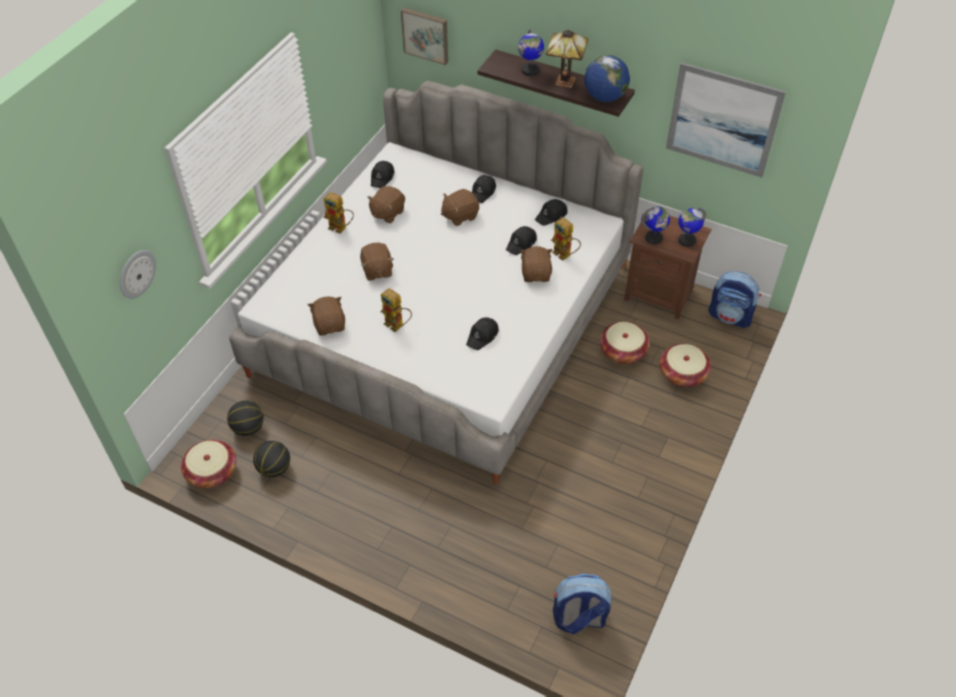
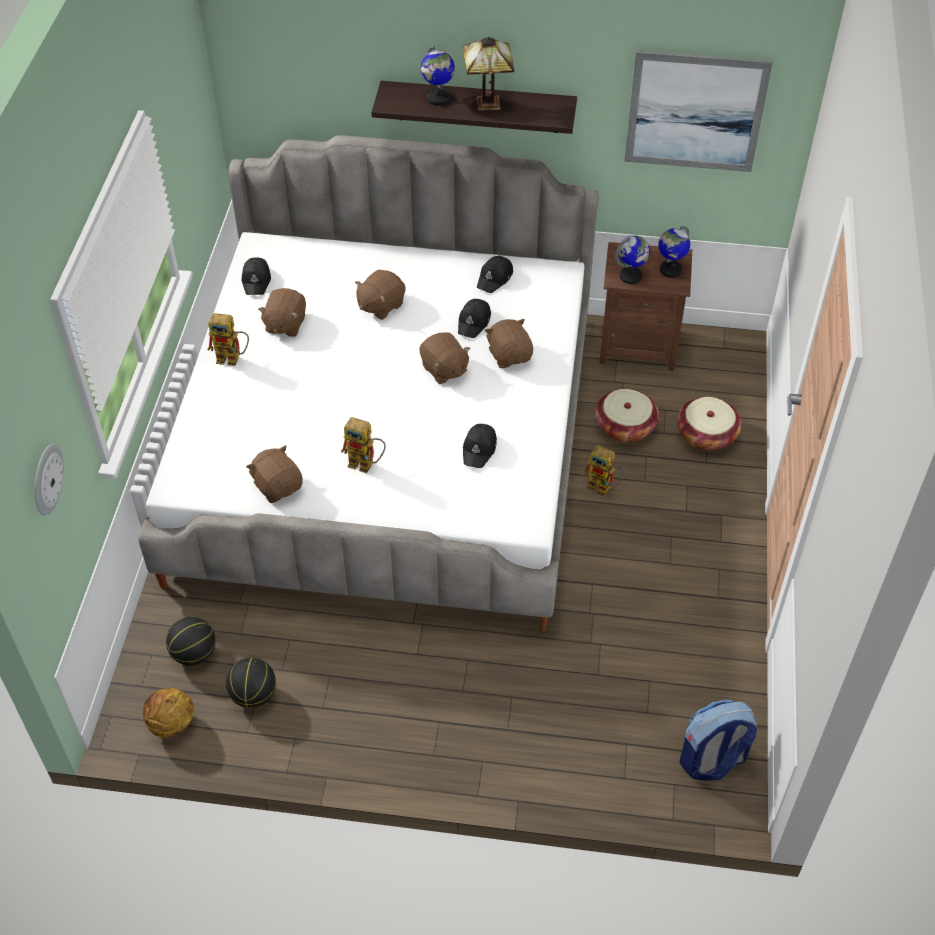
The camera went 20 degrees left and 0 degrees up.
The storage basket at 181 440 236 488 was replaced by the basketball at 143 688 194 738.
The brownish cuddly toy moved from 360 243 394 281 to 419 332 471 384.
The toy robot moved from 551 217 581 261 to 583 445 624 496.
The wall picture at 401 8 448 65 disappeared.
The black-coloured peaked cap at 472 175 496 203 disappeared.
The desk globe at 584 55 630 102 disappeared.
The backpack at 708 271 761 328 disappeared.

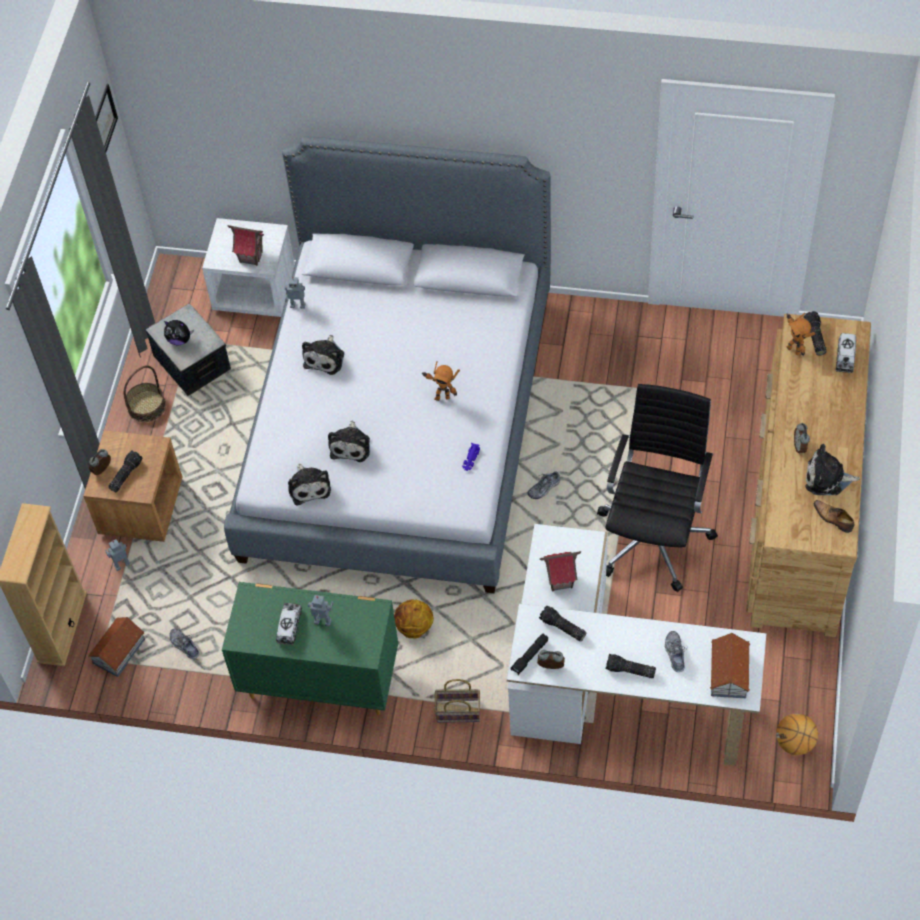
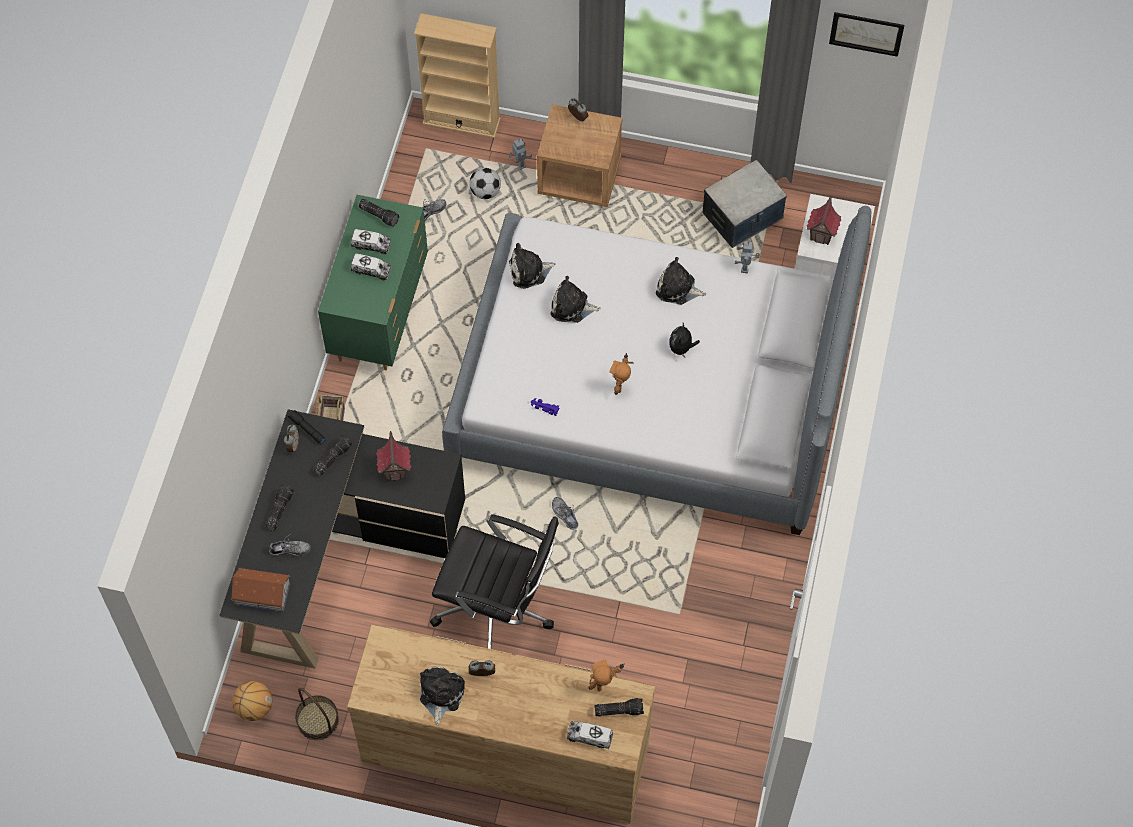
The camera went 90 degrees right and 5 degrees up.
The whitish desk table at 507 524 766 766 became the black-coloured desk table at 220 409 465 669.
The storage basket moved from 124 365 166 422 to 295 687 339 740.
The toy robot at 308 595 334 626 was replaced by the toy lorry at 350 253 391 281.
The flashlight moved from 108 450 142 492 to 358 199 399 227.
The ball for football at 469 168 501 199 appeared.
The cuddly toy moved from 164 320 194 345 to 669 323 700 358.
The toy house at 88 617 145 677 disappeared.
The basketball at 394 600 434 639 disappeared.
The low shoe at 814 500 854 533 disappeared.

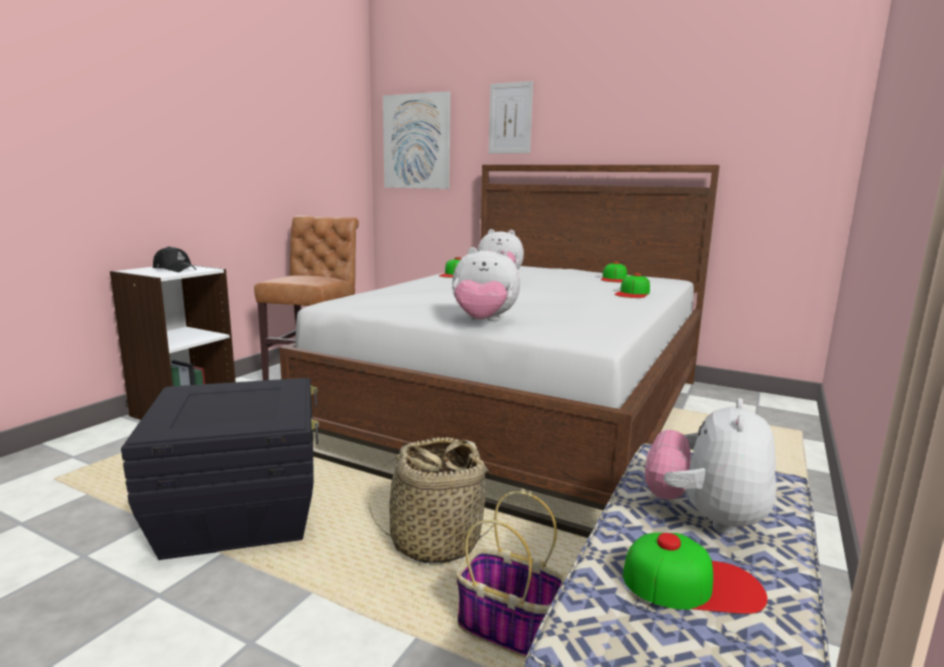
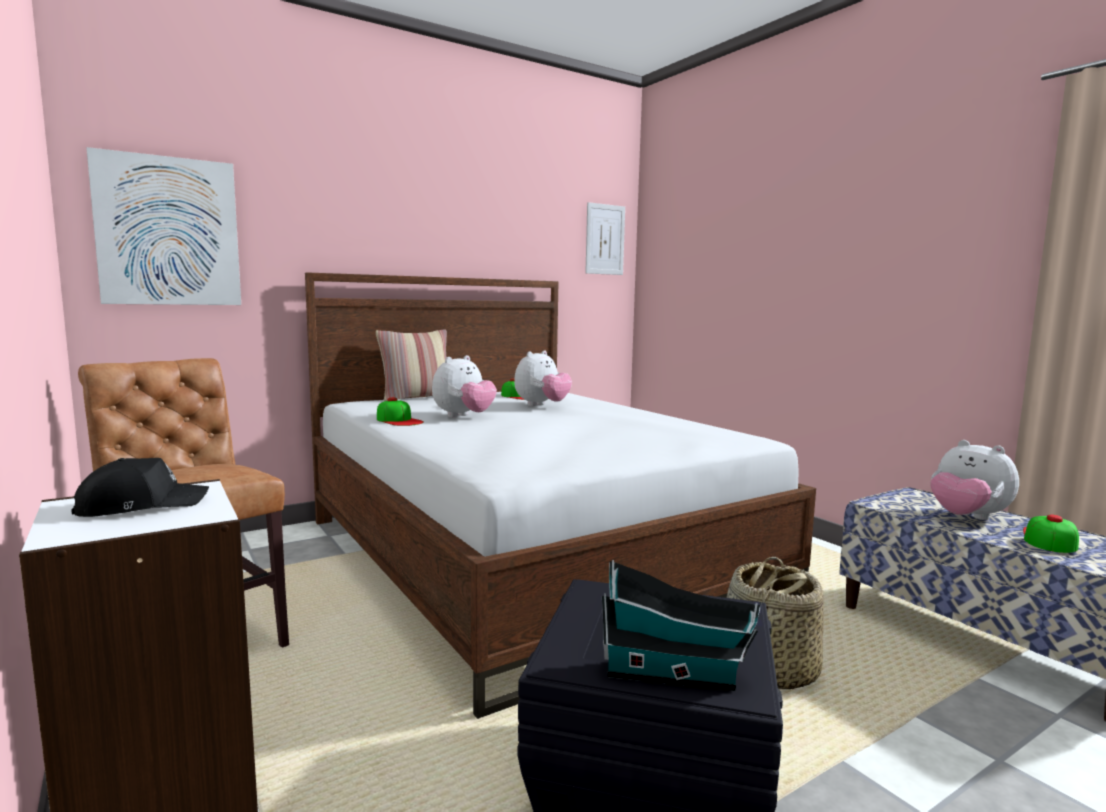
The camera went 60 degrees left and 5 degrees down.
The throw pillow at 376 329 447 401 appeared.
The cuddly toy moved from 452 247 520 321 to 514 350 572 406.
The wall picture moved from 489 81 533 154 to 585 202 625 275.
The toy house at 602 560 760 691 appeared.
The storage basket at 456 491 565 658 disappeared.
The peaked cap at 615 273 650 298 disappeared.

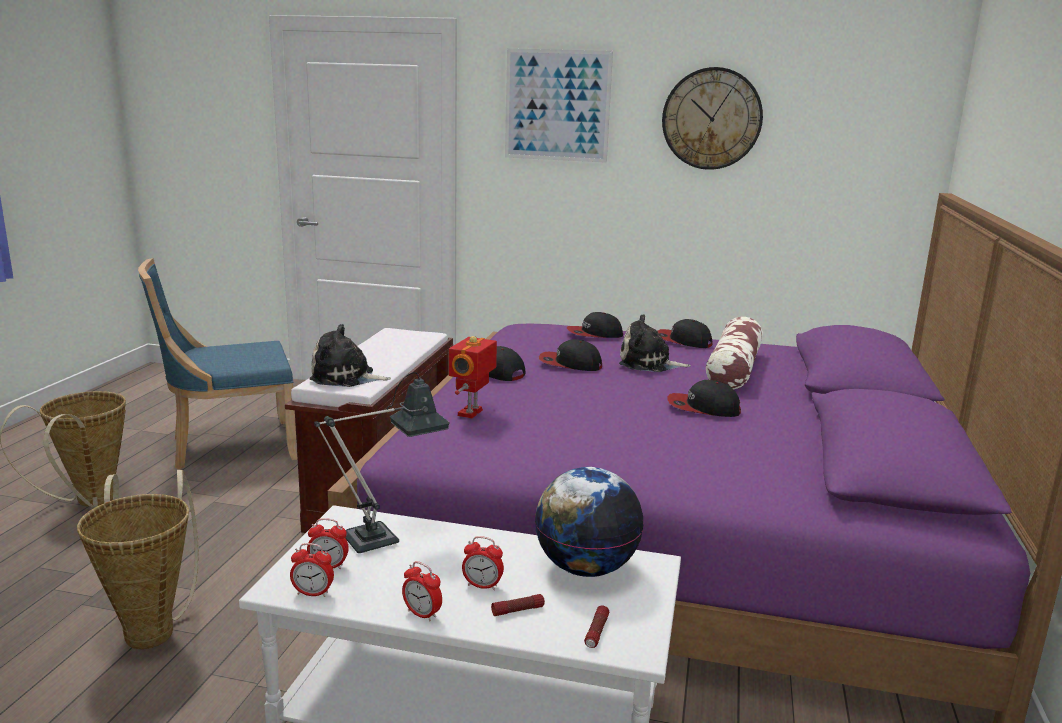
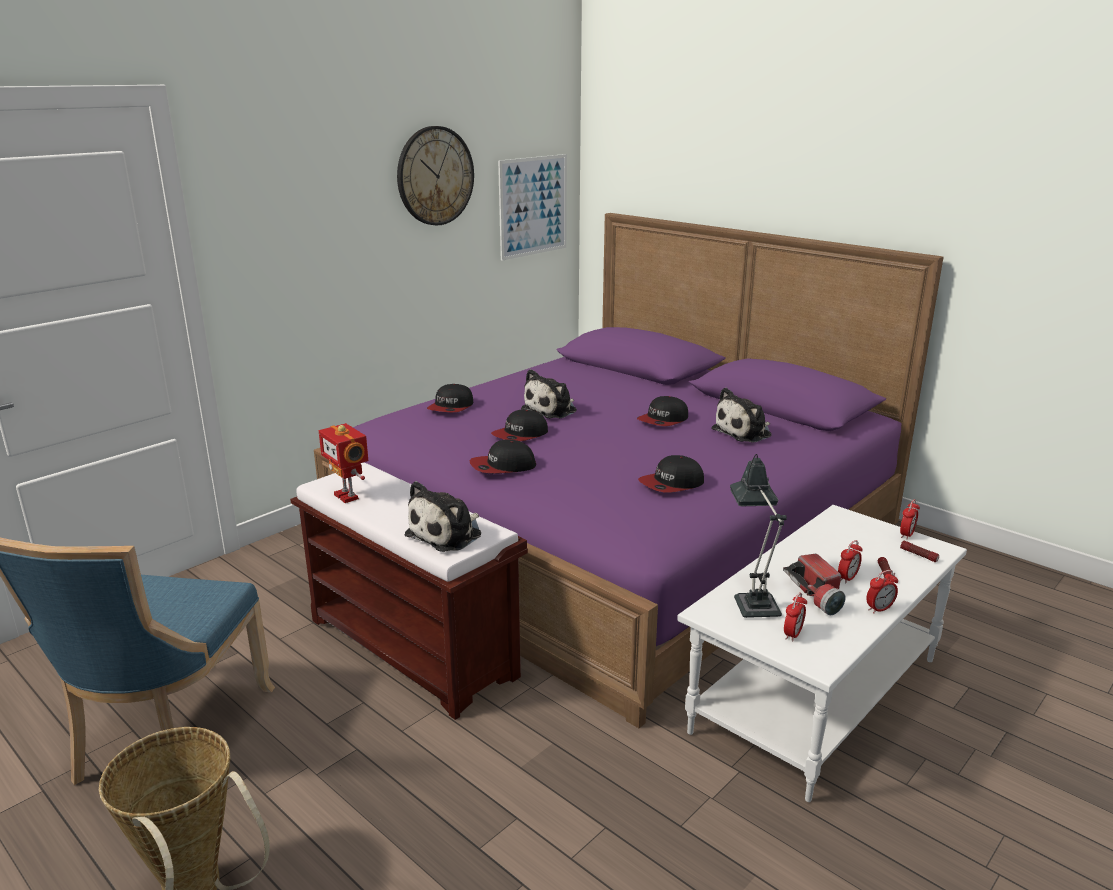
The camera went 60 degrees left and 5 degrees up.
The toy robot moved from 449 336 497 418 to 319 423 368 503.
The wall picture moved from 505 48 613 163 to 498 154 567 261.
The peaked cap moved from 657 319 713 348 to 638 455 704 493.
The cuddly toy at 711 388 772 443 appeared.
The flashlight at 783 554 845 615 appeared.
The bedside clock moved from 290 543 334 597 to 900 499 920 539.
The storage basket at 77 470 199 649 disappeared.
The desk globe at 535 467 644 577 disappeared.
The throw pillow at 706 317 763 389 disappeared.

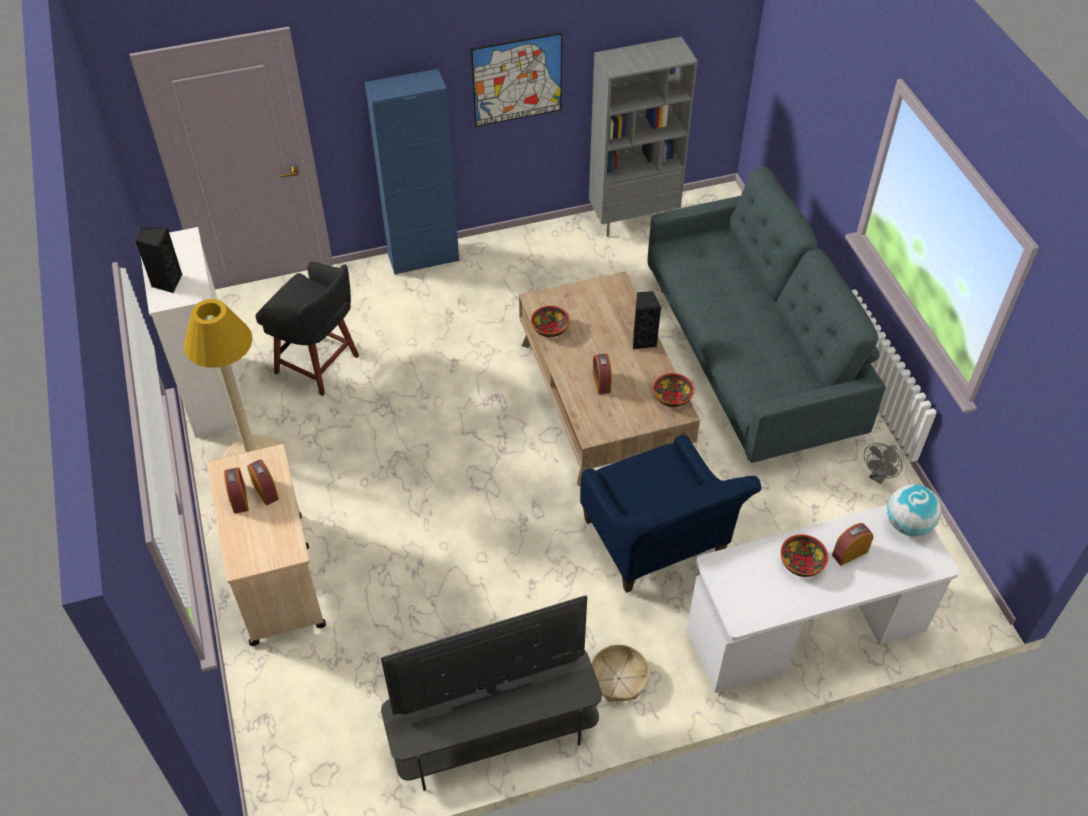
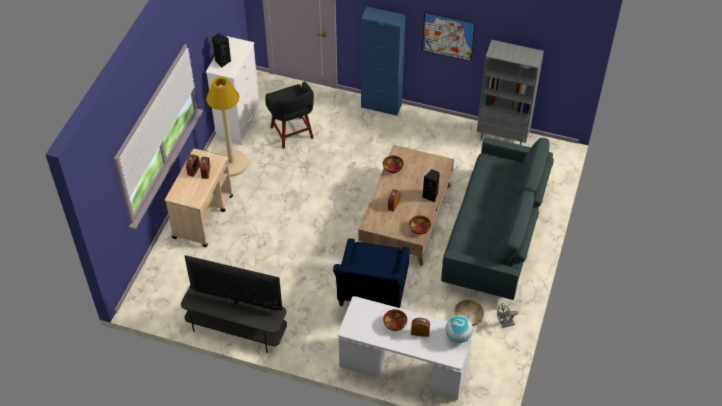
The camera went 35 degrees right and 0 degrees up.
The storage basket moved from 591 644 650 702 to 454 299 484 326.

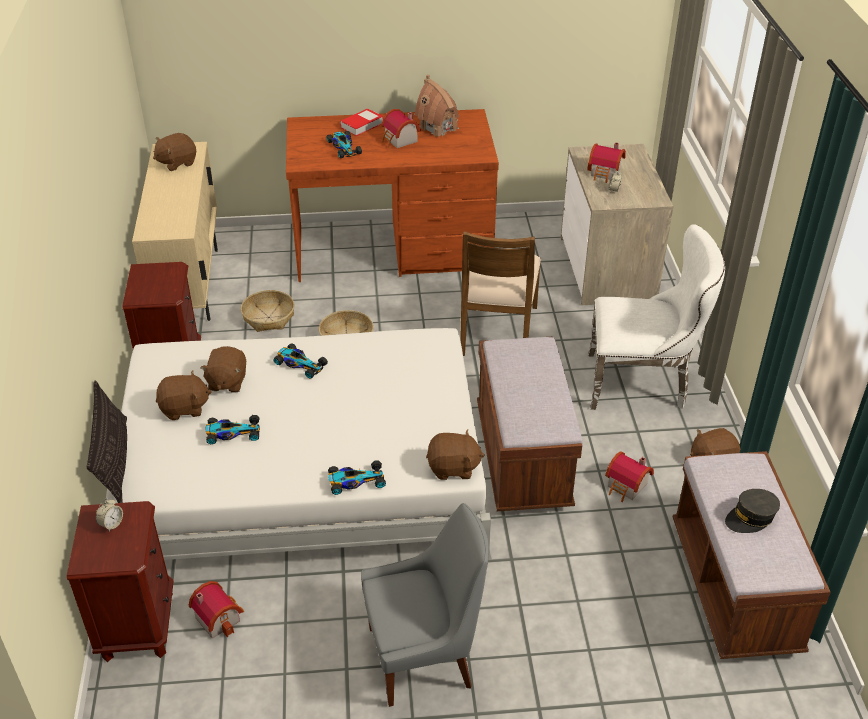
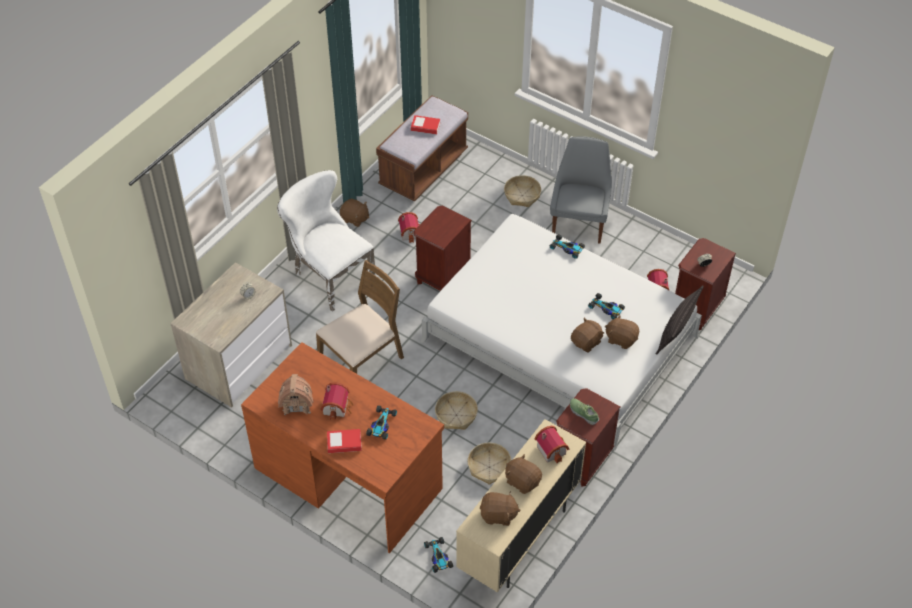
The camera went 140 degrees left and 10 degrees up.
The greyish peaked cap at 725 489 780 533 was replaced by the volume at 411 115 440 135.
The brownish indoor bench at 477 337 583 511 was replaced by the brownish bedside table at 413 206 472 291.
The toy car moved from 273 343 328 379 to 424 537 453 573.
The storage basket at 504 175 541 207 appeared.
The brownish cuddly toy moved from 426 430 485 480 to 505 454 542 494.
The toy house moved from 587 142 626 183 to 535 426 569 463.
The greyish chair at 361 503 489 707 turned 75 degrees clockwise.
The low shoe at 570 398 599 425 appeared.

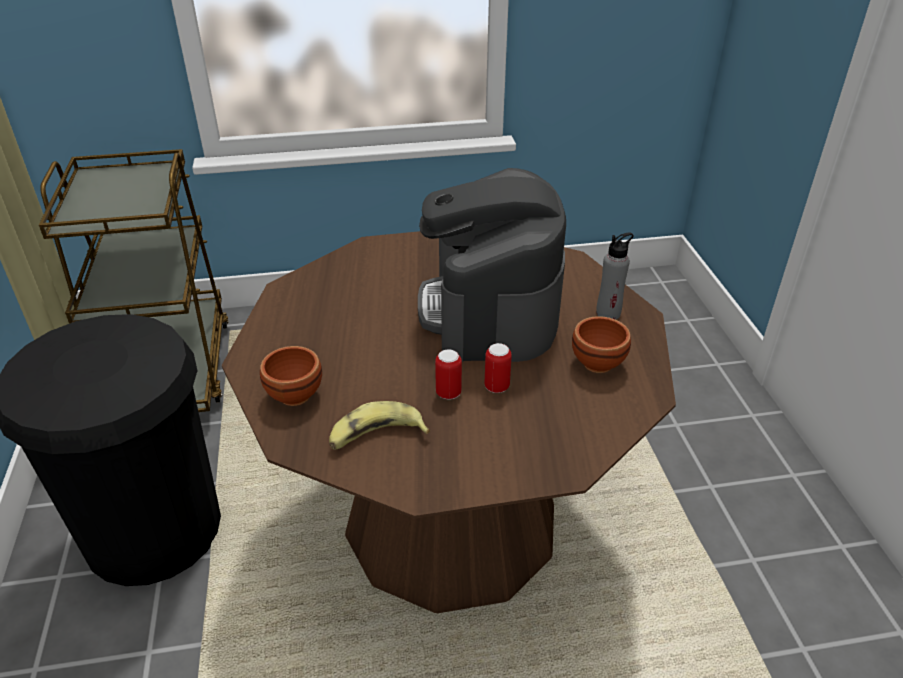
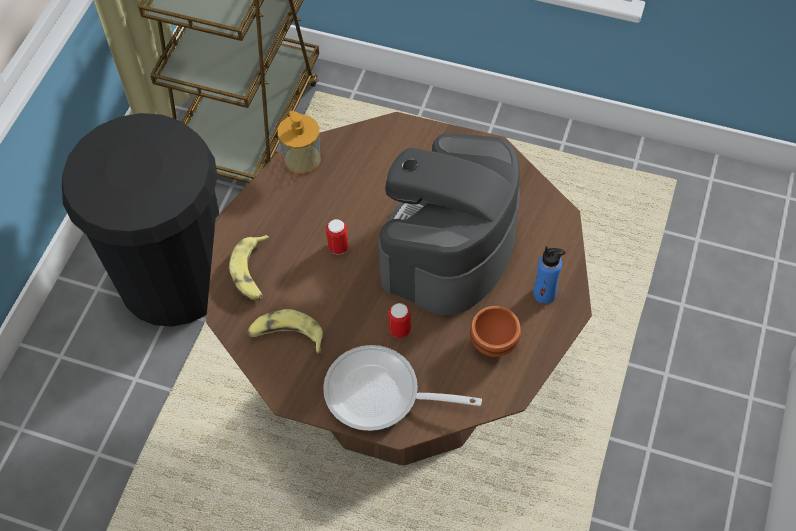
The camera went 30 degrees right and 20 degrees up.
The brownish bowl at 260 346 322 406 was replaced by the banana fruit at 229 235 269 300.
The soap dispenser at 278 111 320 174 appeared.
The skillet at 323 345 482 431 appeared.
The sealed can moved from 435 349 462 400 to 326 219 349 254.
The greyish bottle at 596 233 634 320 became the blue bottle at 533 246 565 304.

